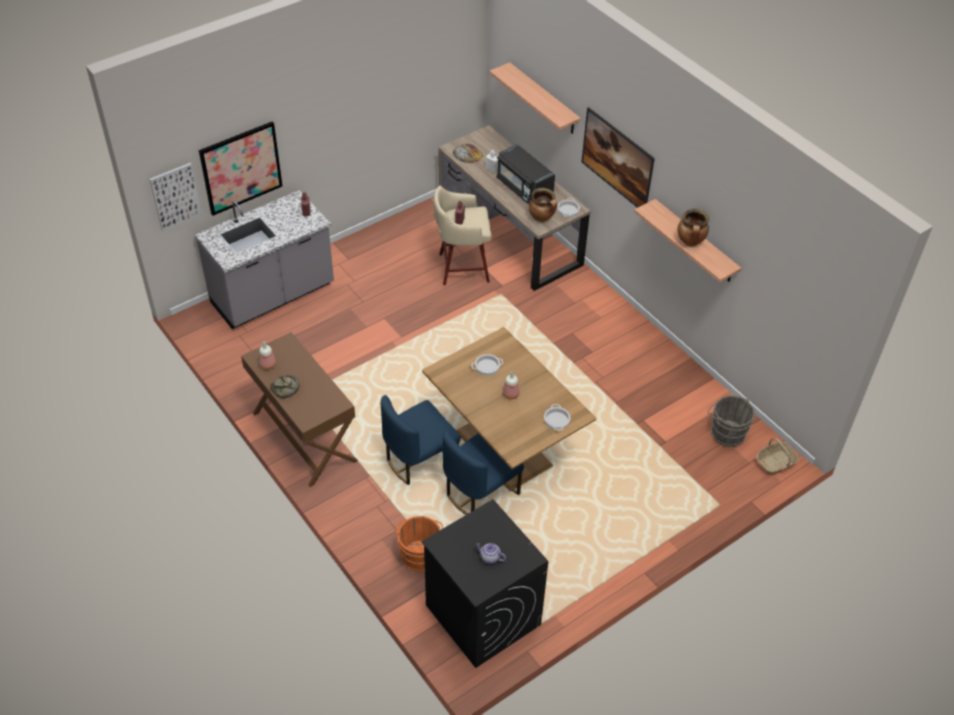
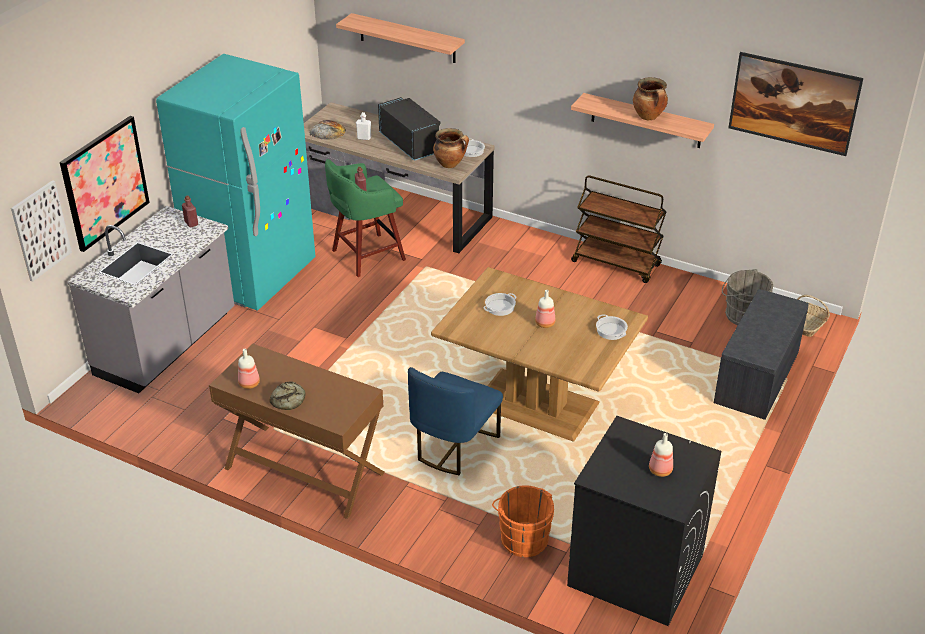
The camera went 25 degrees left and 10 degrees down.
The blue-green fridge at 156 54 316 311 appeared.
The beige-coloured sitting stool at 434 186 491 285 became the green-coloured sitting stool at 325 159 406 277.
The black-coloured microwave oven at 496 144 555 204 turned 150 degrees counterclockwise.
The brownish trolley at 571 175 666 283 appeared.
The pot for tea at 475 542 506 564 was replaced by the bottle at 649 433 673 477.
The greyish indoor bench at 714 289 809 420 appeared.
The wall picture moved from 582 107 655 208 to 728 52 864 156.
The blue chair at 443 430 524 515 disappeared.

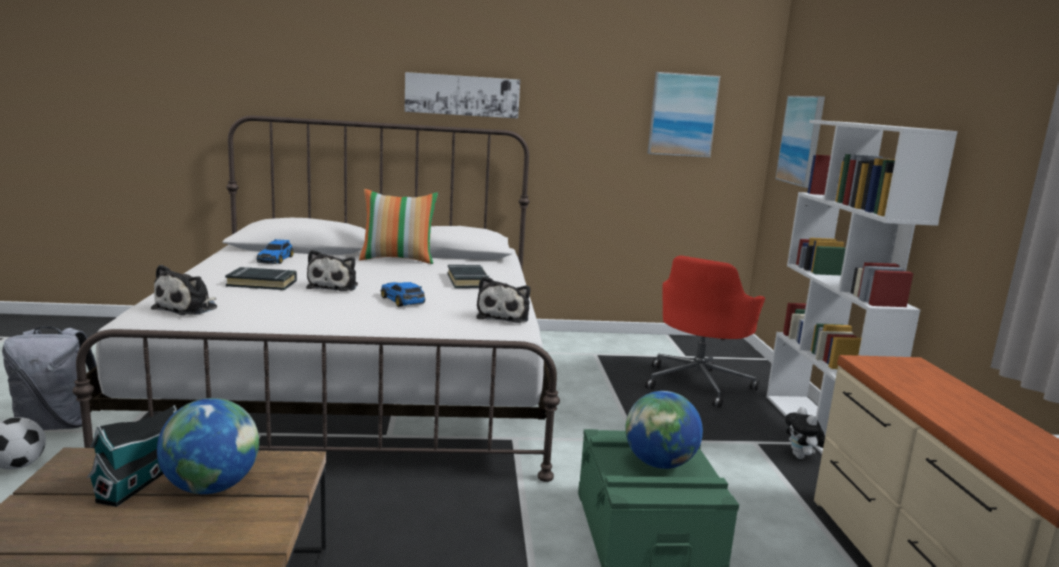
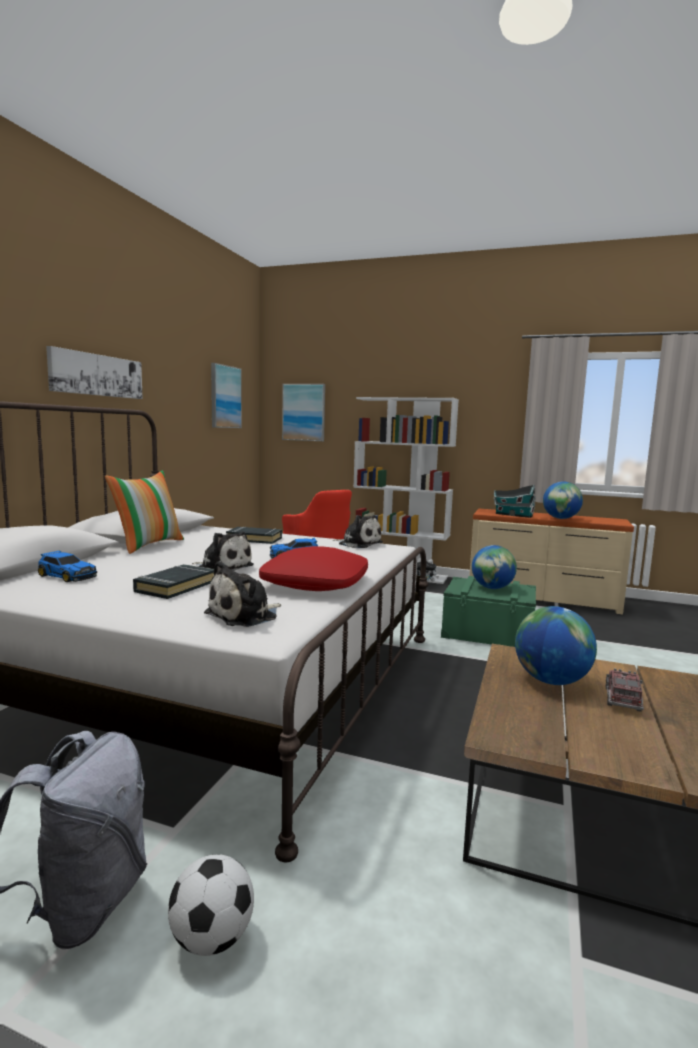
The camera went 65 degrees left and 5 degrees down.
The cuddly toy at 151 265 217 315 turned 90 degrees clockwise.
The reddish throw pillow at 259 546 368 591 appeared.
The toy house moved from 87 405 177 507 to 494 485 536 518.
The desk globe at 543 481 583 519 appeared.
The toy lorry at 606 668 644 712 appeared.

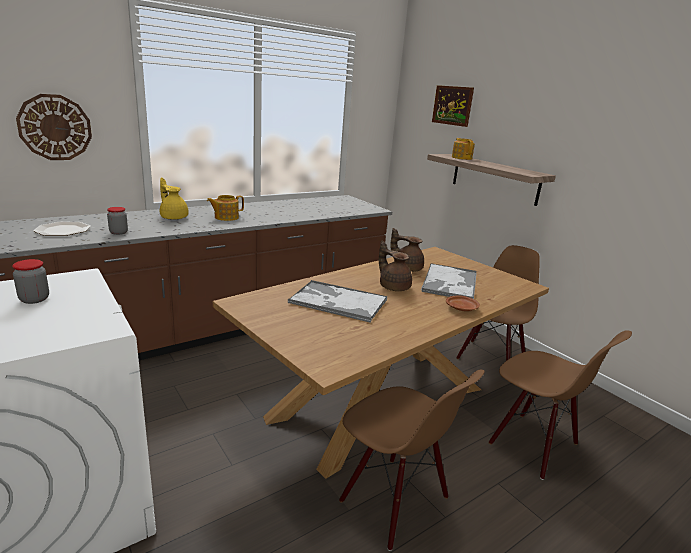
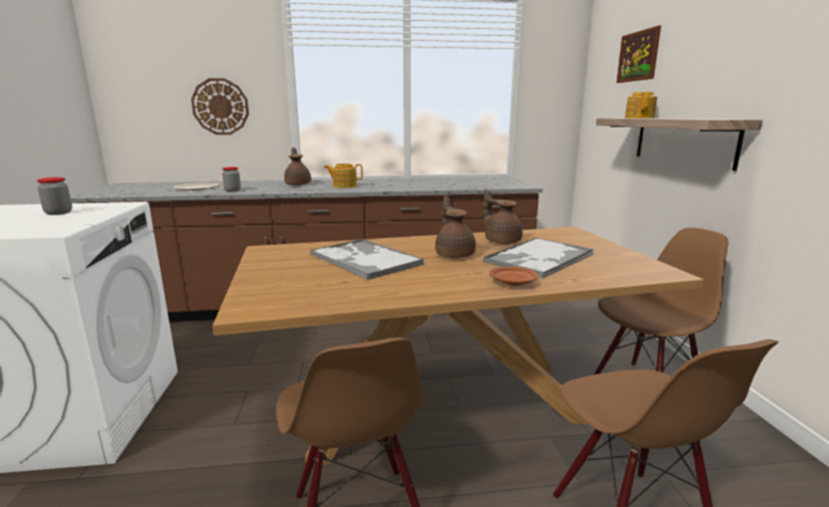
The camera went 30 degrees right and 5 degrees down.
The yellow pot for tea at 160 178 188 220 became the brownish pot for tea at 284 147 311 185.

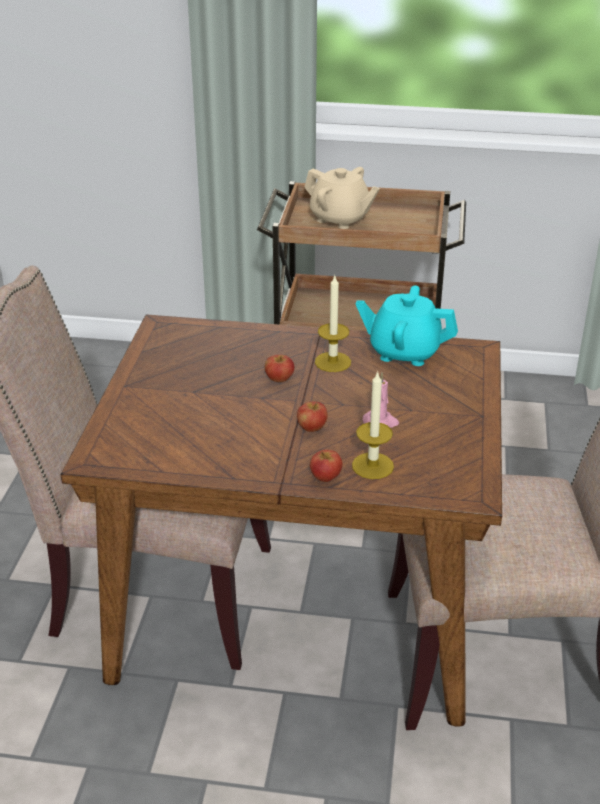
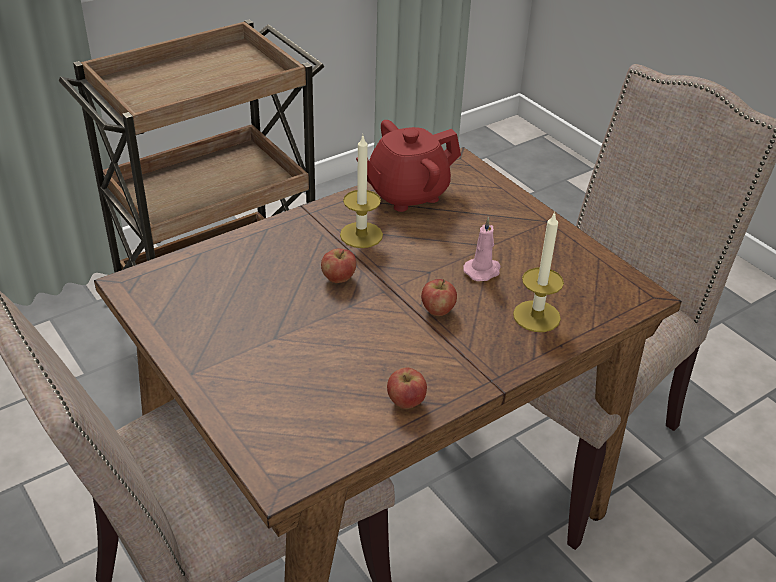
The camera went 45 degrees left and 5 degrees up.
The blue-green pot for tea at 356 285 458 366 became the reddish pot for tea at 356 120 461 212.
The apple fruit moved from 310 449 343 482 to 387 367 427 409.
The beige-coloured pot for tea at 304 167 380 229 disappeared.

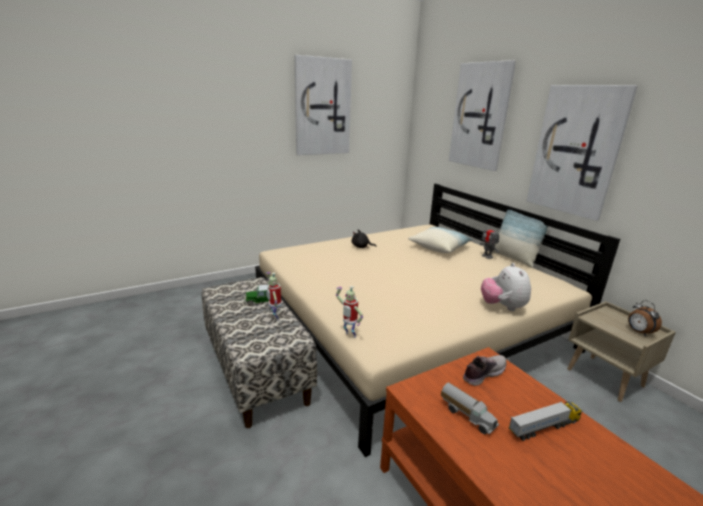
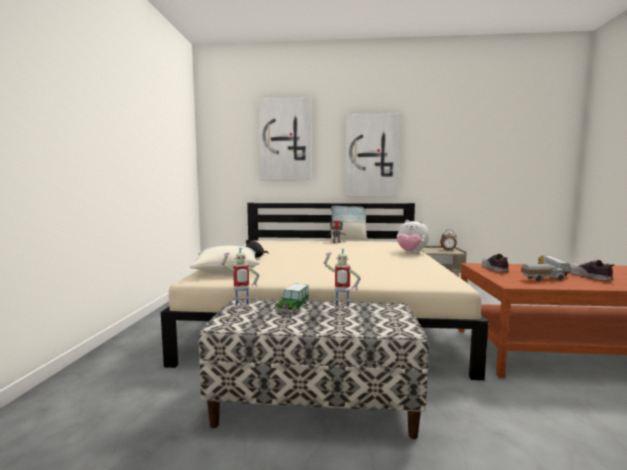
The camera went 55 degrees left and 15 degrees down.
The throw pillow moved from 408 227 474 253 to 189 246 260 274.
The toy robot moved from 336 286 363 338 to 222 247 259 308.
The low shoe at 569 260 614 281 appeared.
The wall picture at 294 55 352 155 disappeared.

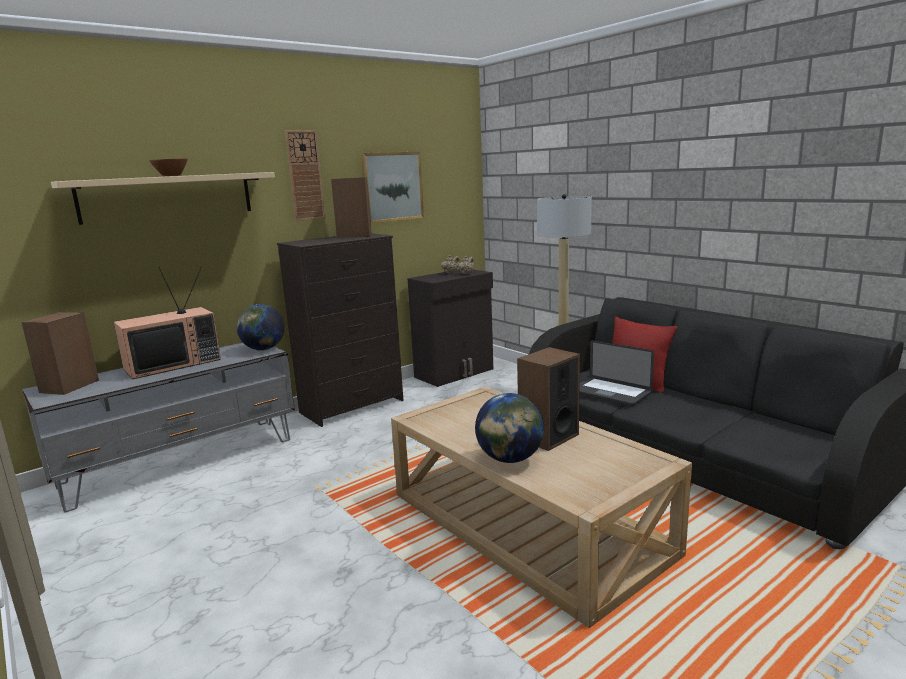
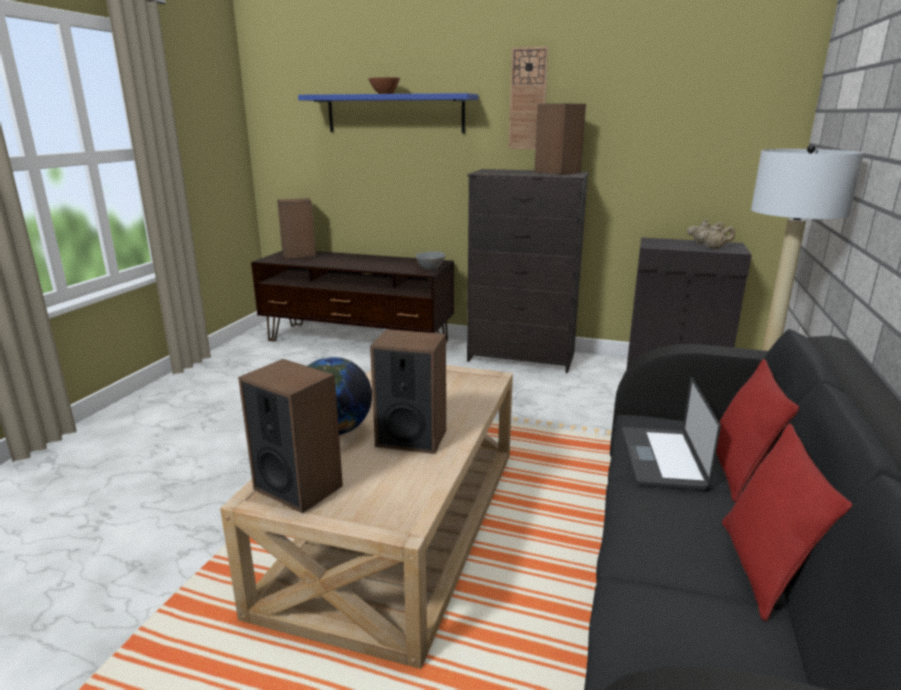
The camera went 55 degrees right and 5 degrees up.
The speaker at 238 359 343 513 appeared.
The greyish tv stand at 22 343 295 513 became the brownish tv stand at 251 251 454 343.
The beige-coloured shelf at 51 172 275 225 became the blue shelf at 298 93 478 133.
The desk globe at 237 304 285 351 was replaced by the greyish bowl at 415 252 445 270.
The reddish throw pillow at 722 423 853 621 appeared.
The TV at 114 267 221 379 disappeared.
The wall picture at 361 152 424 223 disappeared.

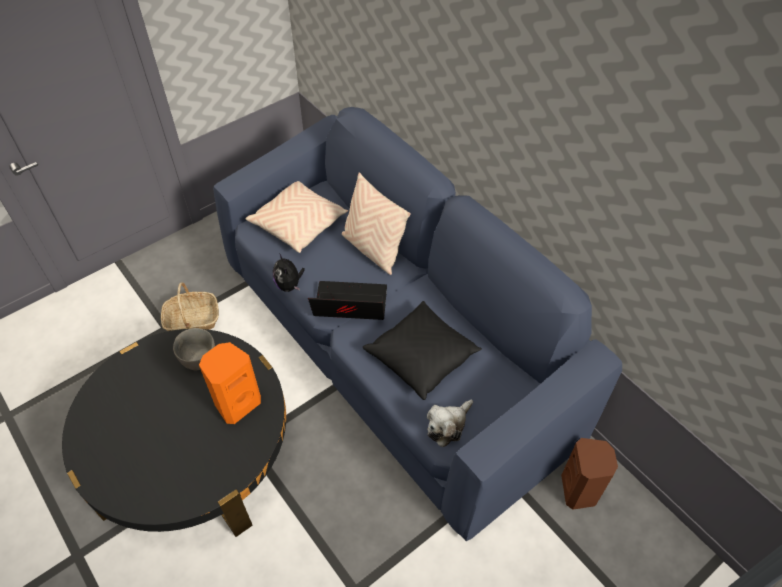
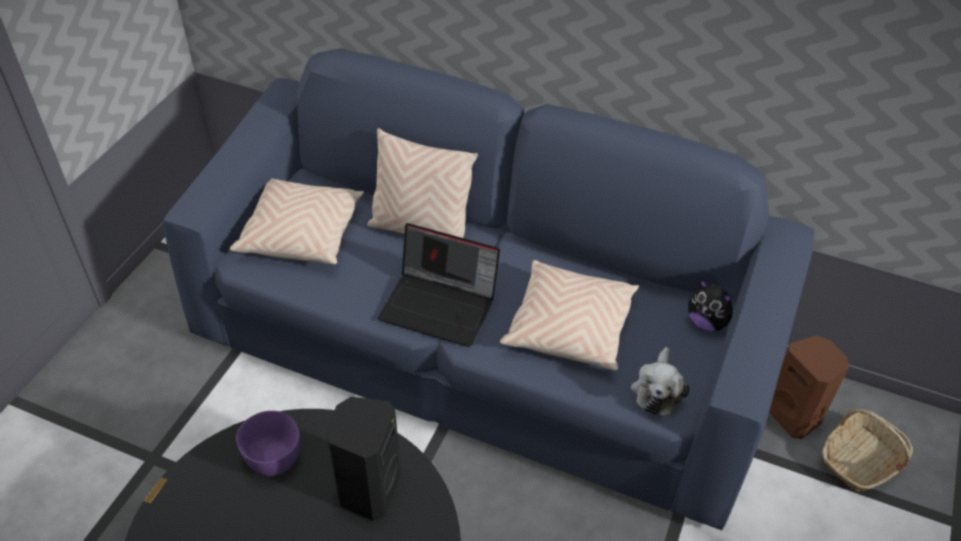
The camera went 30 degrees left and 5 degrees down.
The greyish bowl at 173 328 215 370 became the purple-coloured bowl at 236 411 300 476.
The orange speaker at 199 342 261 424 became the black-coloured speaker at 326 397 401 521.
The laptop at 308 281 387 320 turned 135 degrees counterclockwise.
The black-coloured throw pillow at 363 301 482 400 became the beige-coloured throw pillow at 500 260 639 371.
The cuddly toy moved from 273 253 305 292 to 688 279 733 332.
The storage basket moved from 161 282 219 331 to 822 409 913 492.

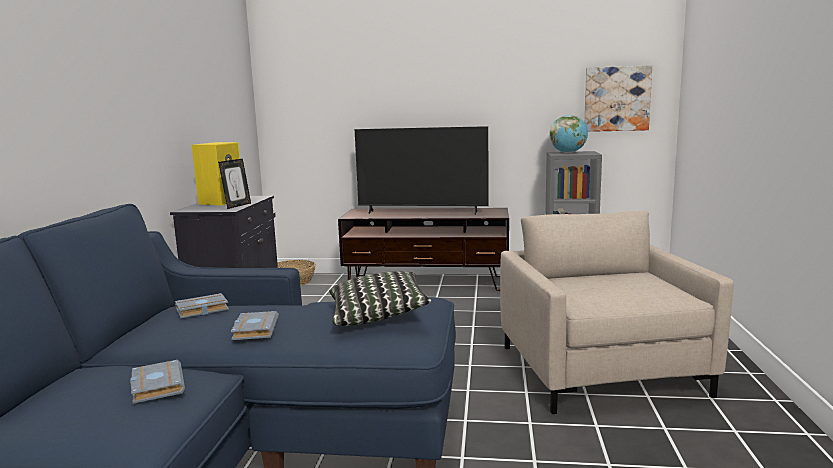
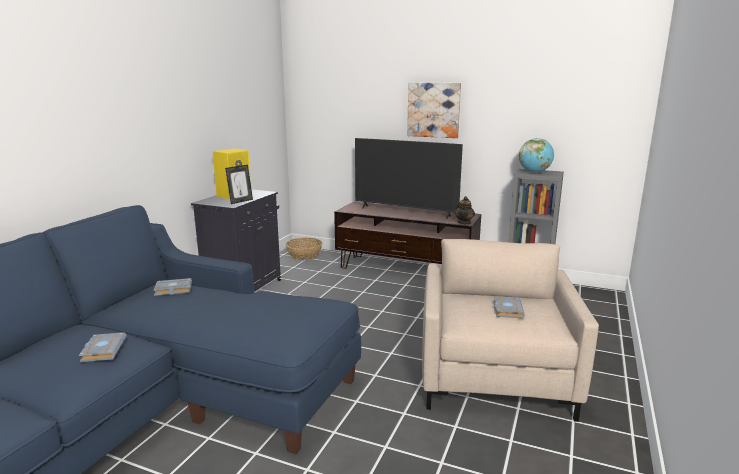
The camera went 15 degrees right and 5 degrees up.
The wall picture moved from 584 65 652 132 to 407 83 461 138.
The pot for tea at 454 196 475 224 appeared.
The greyish volume moved from 231 311 279 340 to 494 296 525 319.
The throw pillow at 329 271 431 326 disappeared.

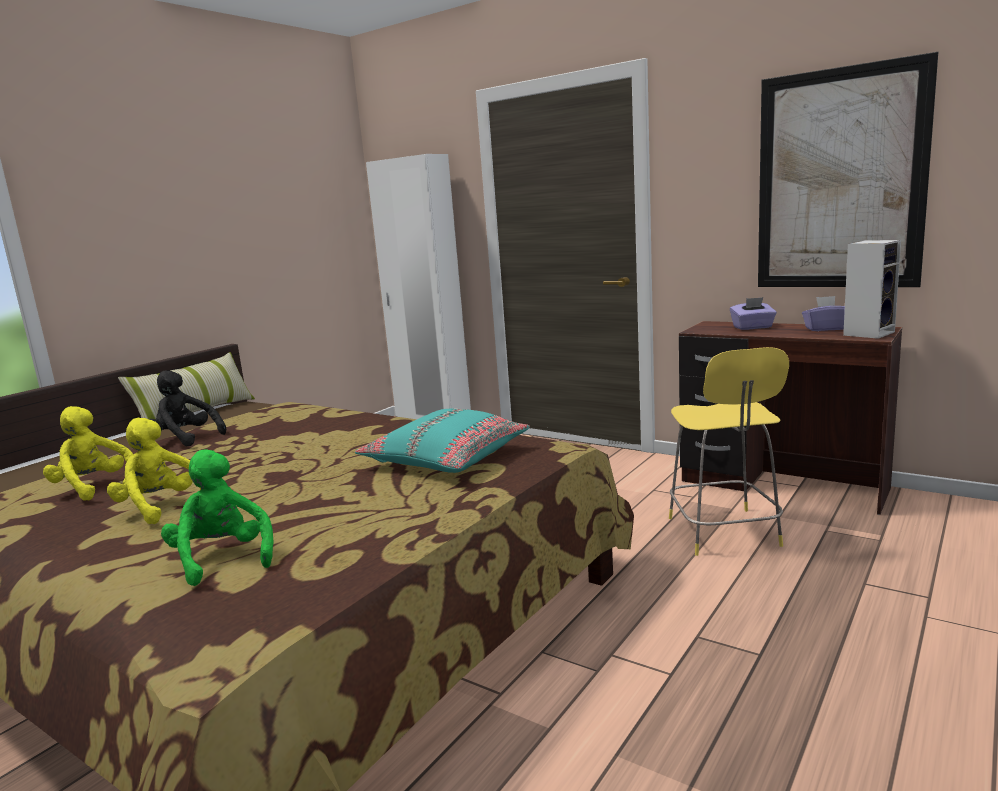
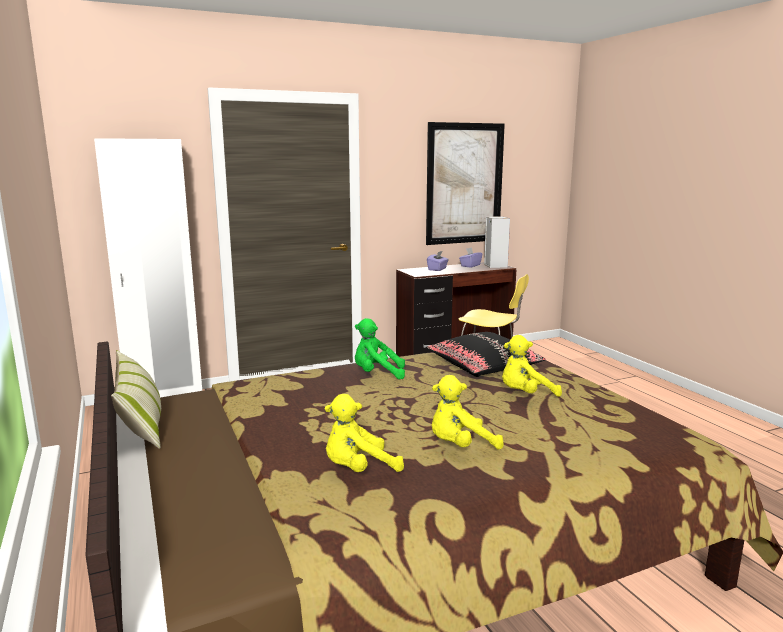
The camera went 60 degrees left and 0 degrees up.
The green-coloured cuddly toy moved from 161 449 273 586 to 355 318 405 379.
The blue-green throw pillow at 355 409 530 473 became the black-coloured throw pillow at 426 332 546 377.
The yellow cuddly toy at 502 335 562 397 appeared.
The black-coloured cuddly toy at 149 370 226 446 disappeared.

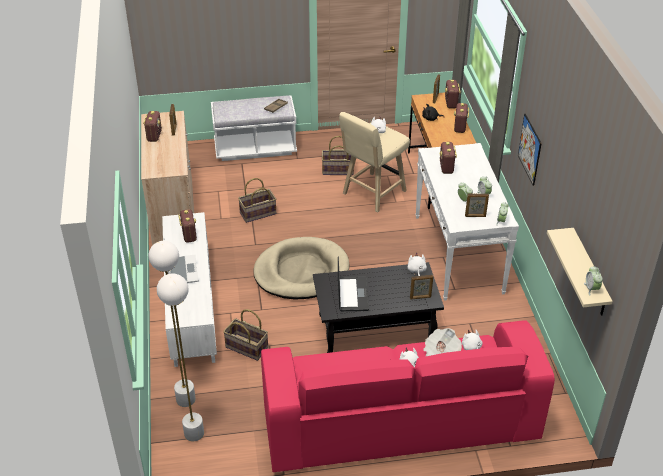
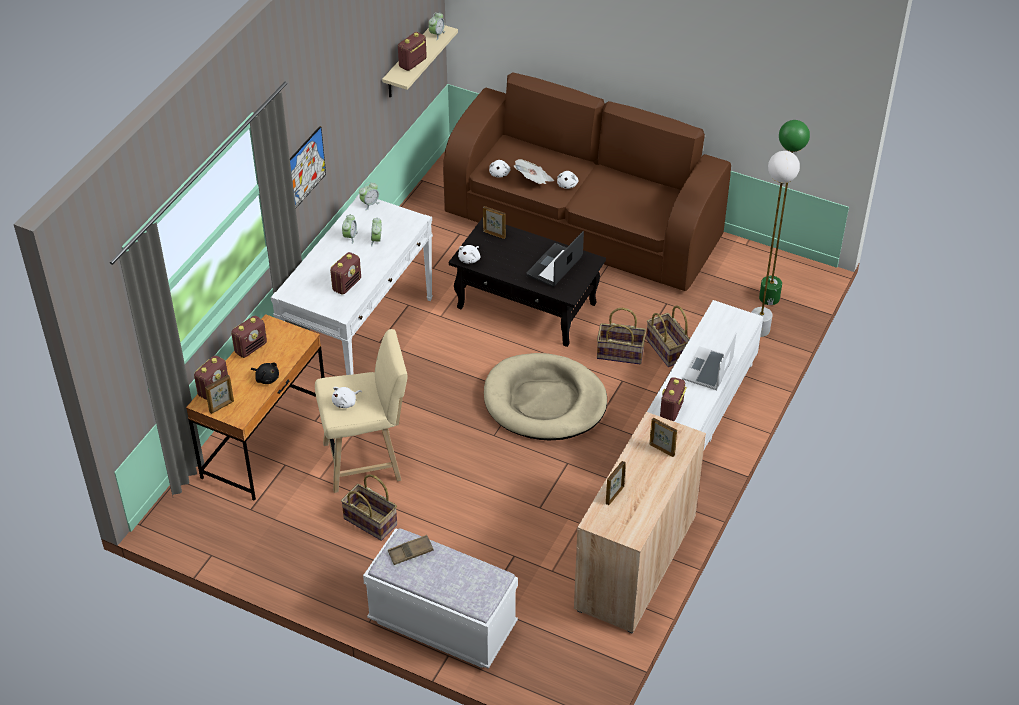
The camera went 145 degrees left and 5 degrees up.
The radio set moved from 143 111 162 142 to 398 32 427 71.
The pink-coloured couch at 261 320 555 472 became the brownish couch at 443 72 731 291.
The storage basket moved from 238 178 276 223 to 597 308 646 364.
The standing frame moved from 465 194 489 217 to 649 418 677 457.
The whitish floor lamp at 157 273 204 441 became the green-coloured floor lamp at 759 120 810 305.

